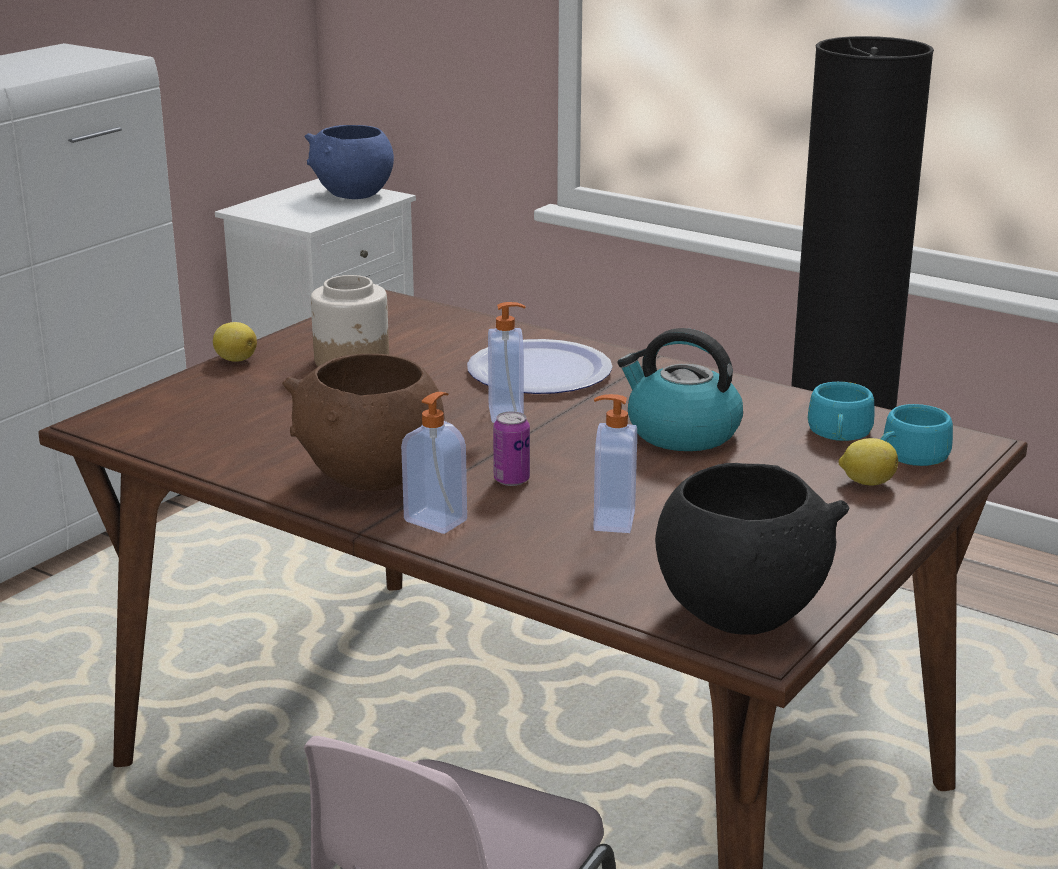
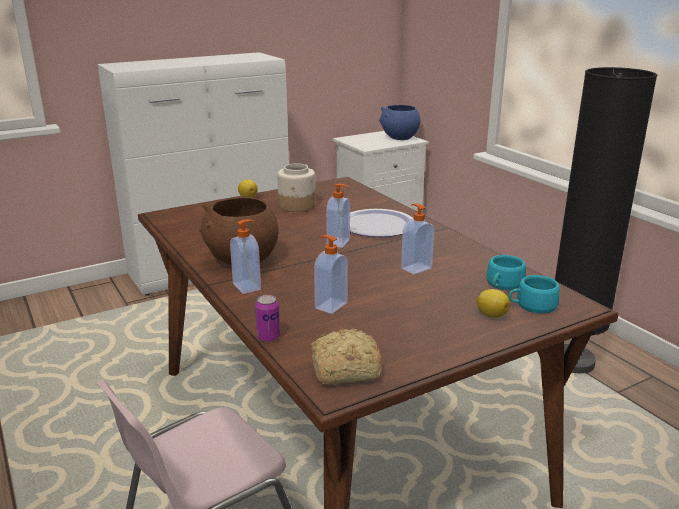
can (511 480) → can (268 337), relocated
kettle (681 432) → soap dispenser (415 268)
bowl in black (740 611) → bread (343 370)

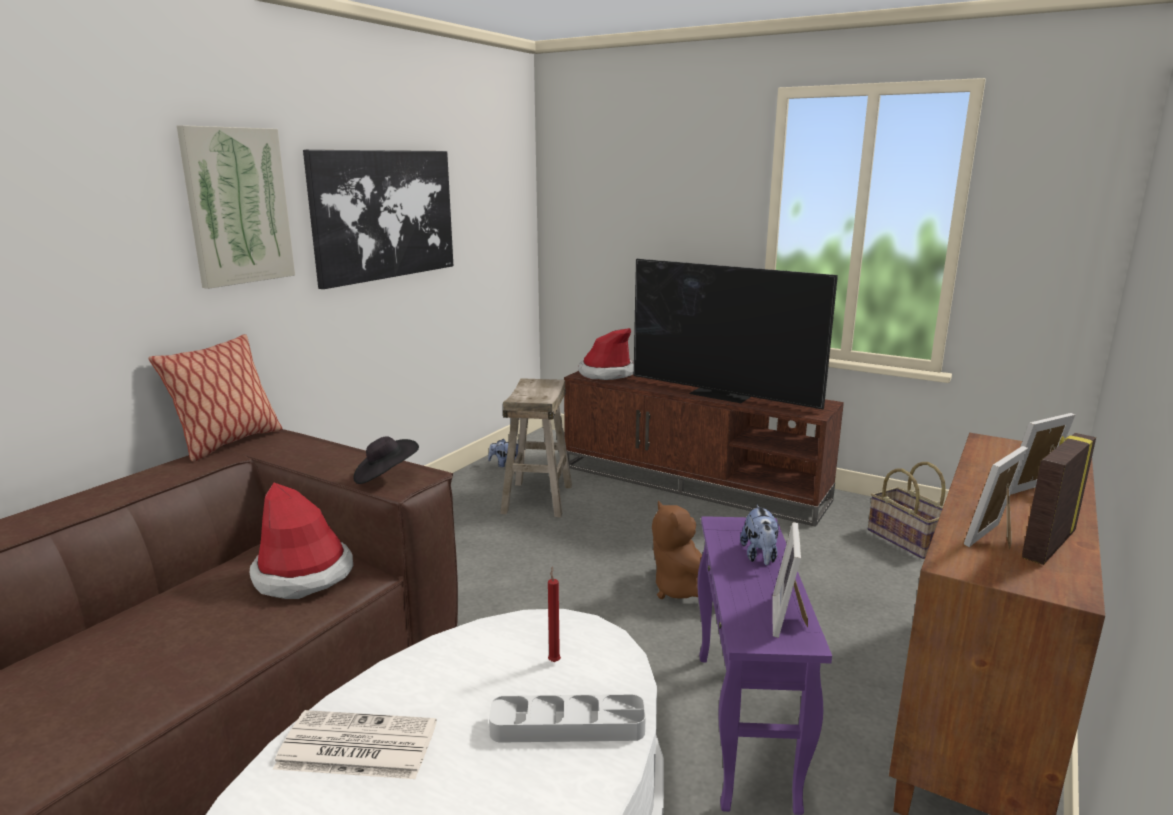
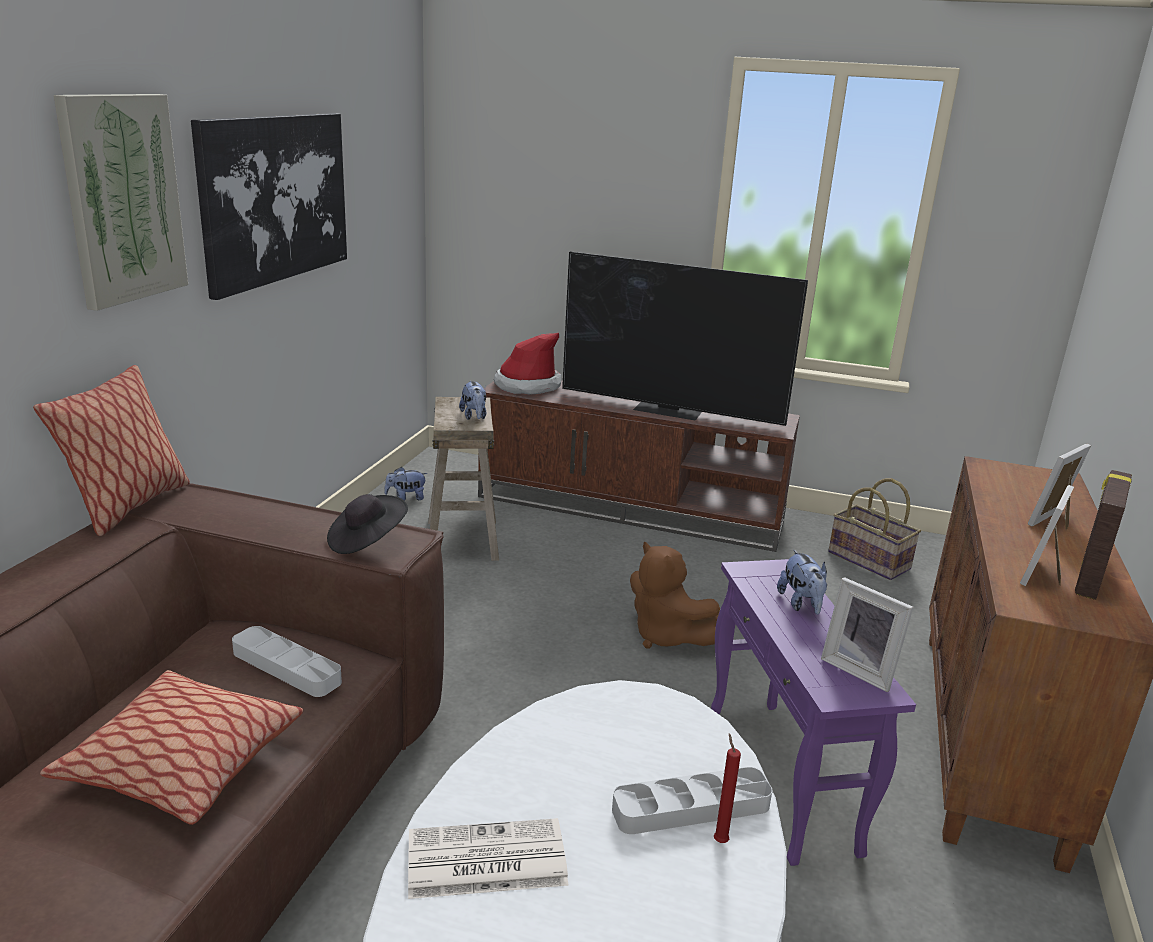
- → pillow (181 763)
- → plush toy (474 416)
candle in red (554 660) → candle in red (719 840), relocated
hat (303 574) → tray in grey (286 667)
picture frame (789 618) → picture frame (861 669), 45 degrees counterclockwise

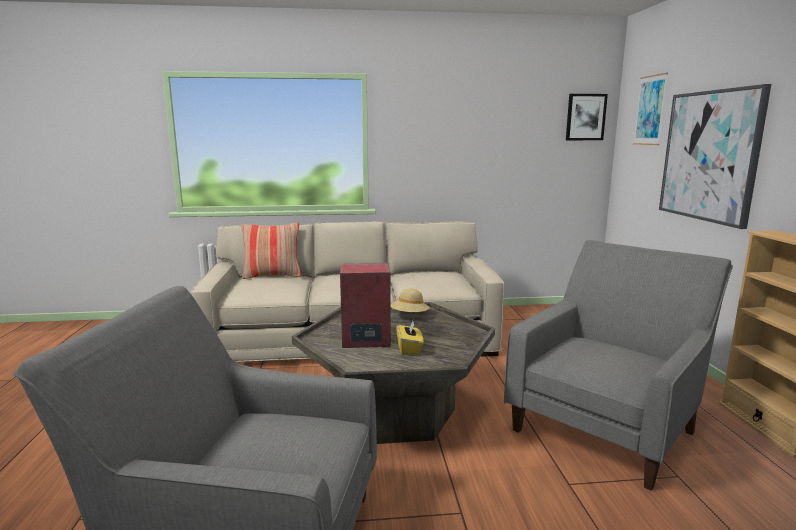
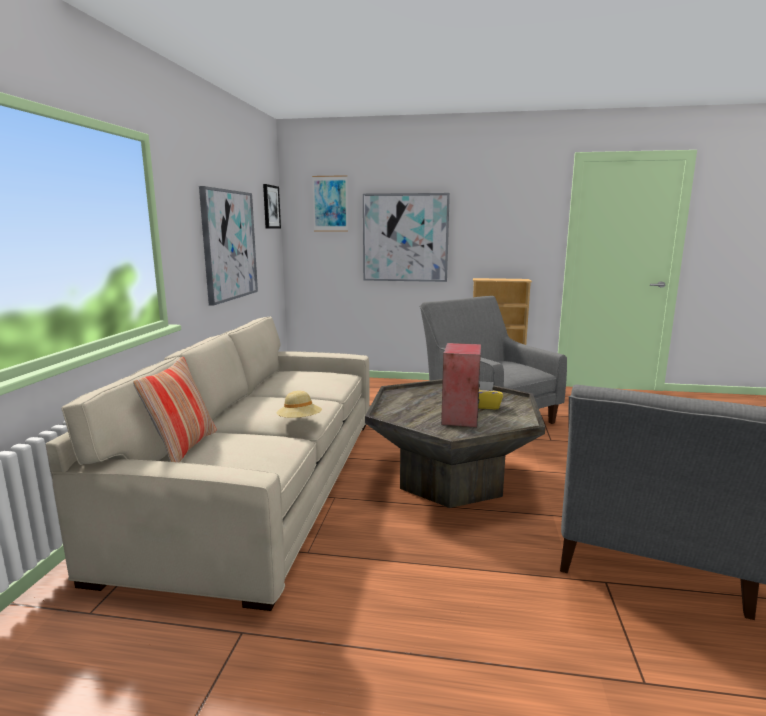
- → picture (229 245)
hat in beige (409 316) → hat in beige (300 421), relocated

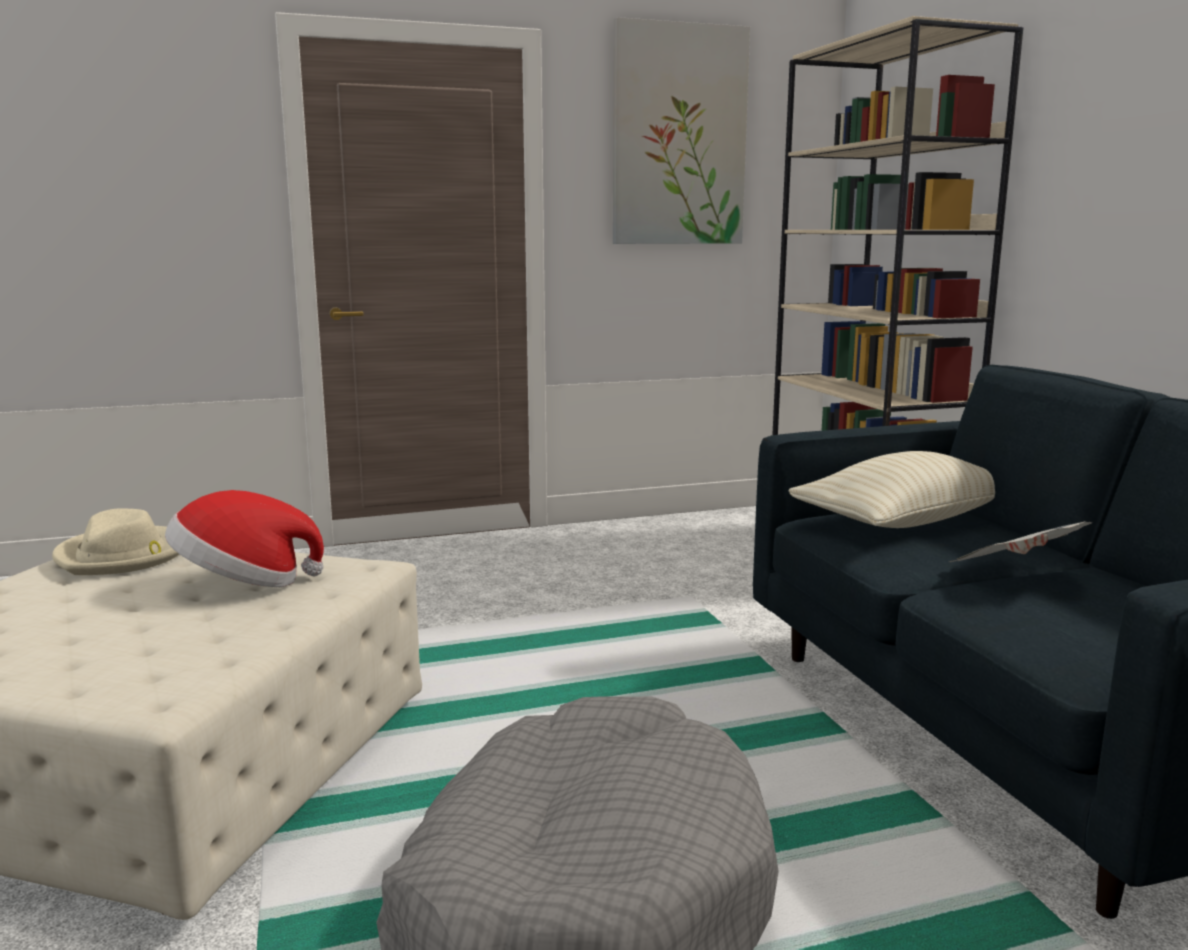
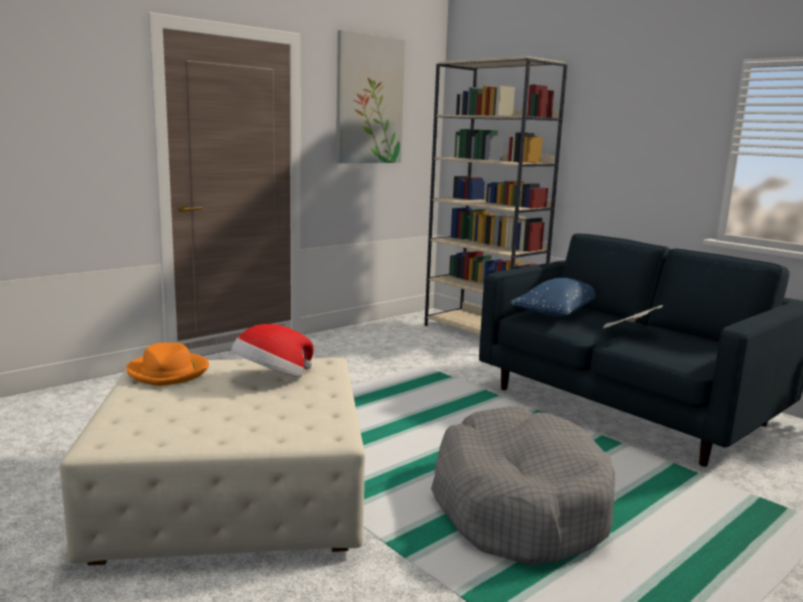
hat in beige (123 556) → hat in orange (169 372)
pillow in beige (907 522) → pillow in blue (558 313)

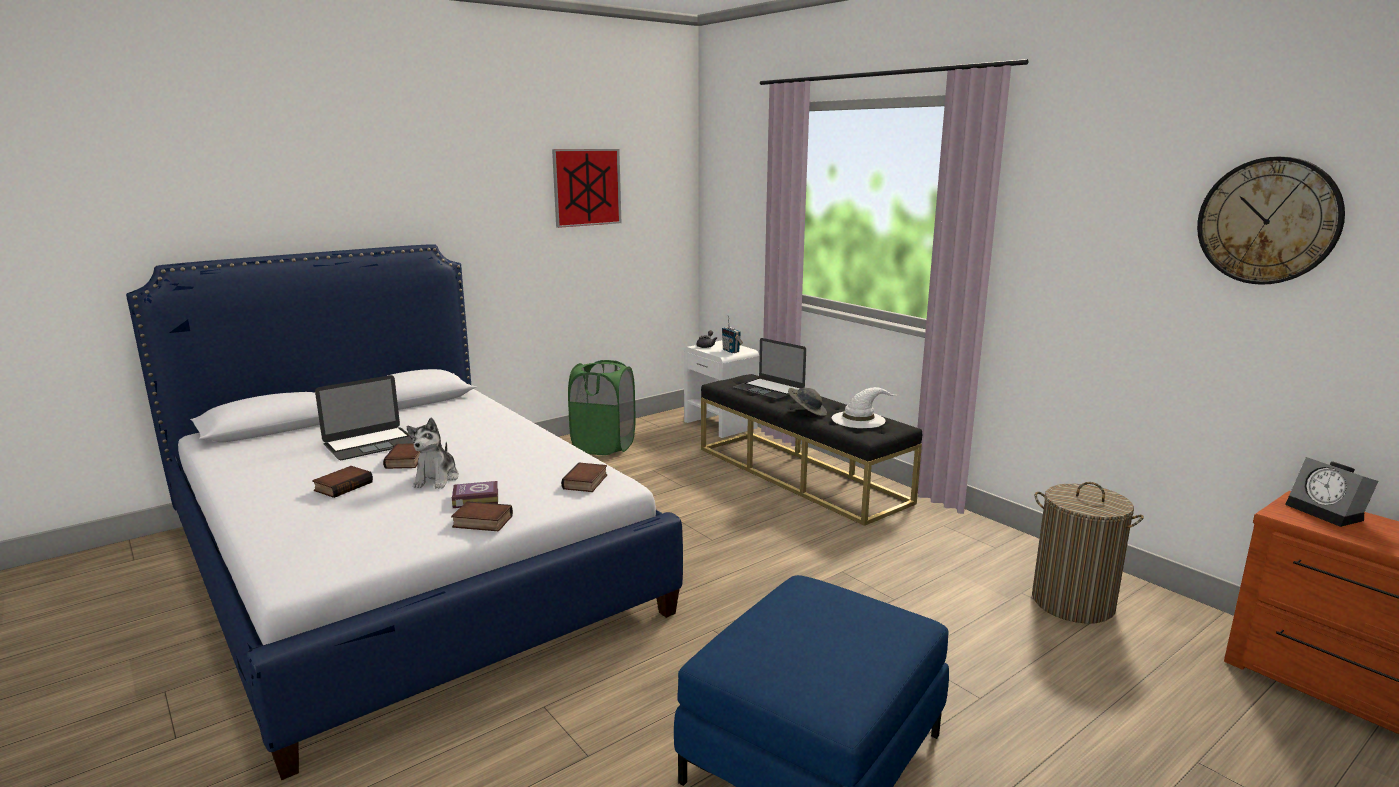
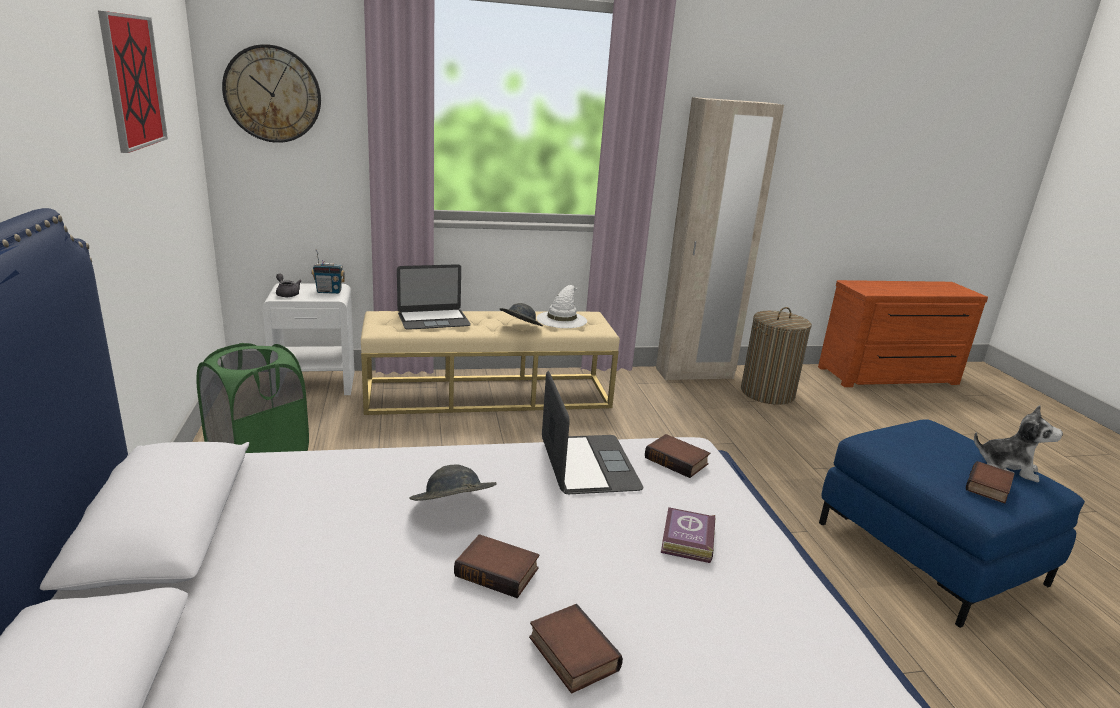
alarm clock (1328 513) → -
- → hat in grey (452 509)
- → wardrobe in beige (695 373)
laptop (370 444) → laptop (588 464), relocated
plush toy (436 479) → plush toy (1008 468), relocated
book (481 522) → book (990 487), relocated
wall clock (1268 221) → wall clock (272 94), relocated
bench in black (800 475) → bench in beige (489 394)

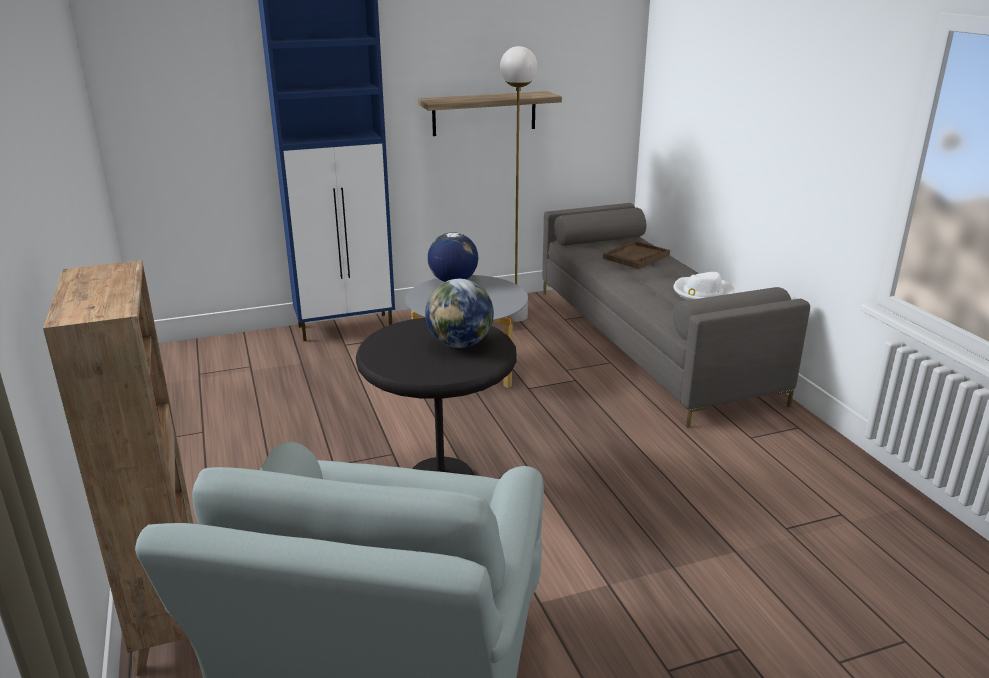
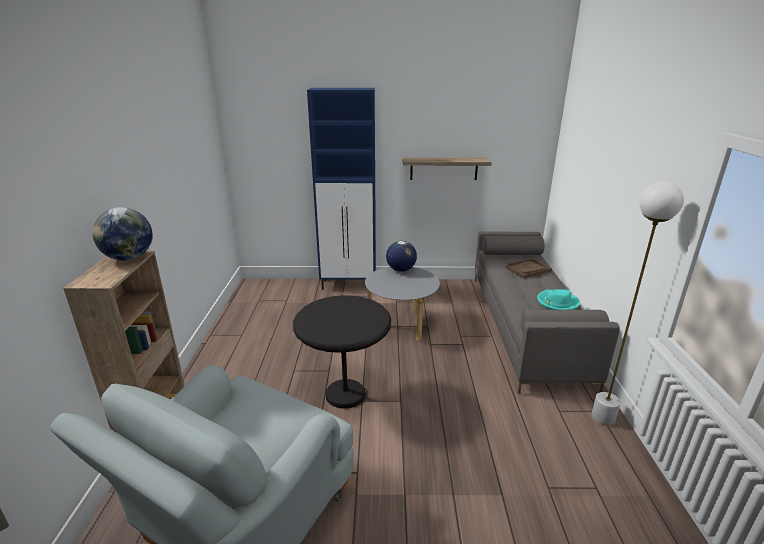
globe (460 344) → globe (129 258), relocated
floor lamp in white (515 317) → floor lamp in white (603 417), relocated
hat in white (702 292) → hat in turquoise (557 302)

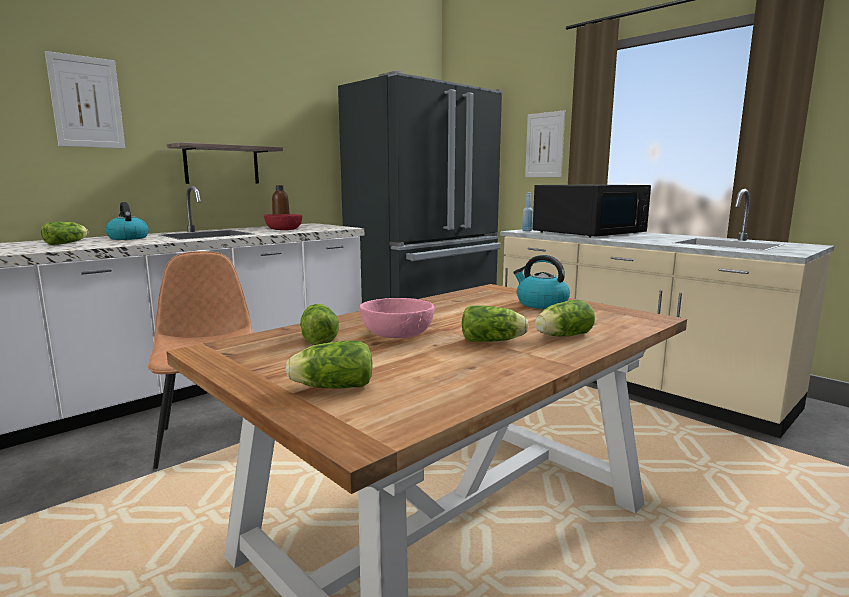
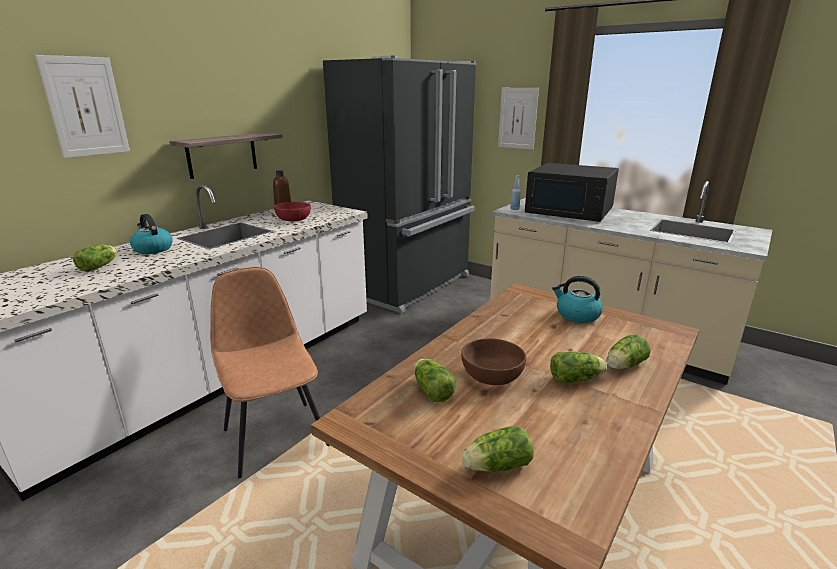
bowl in pink (397 333) → bowl in brown (491 375)
microwave in black (589 232) → microwave in black (570 211), 75 degrees clockwise

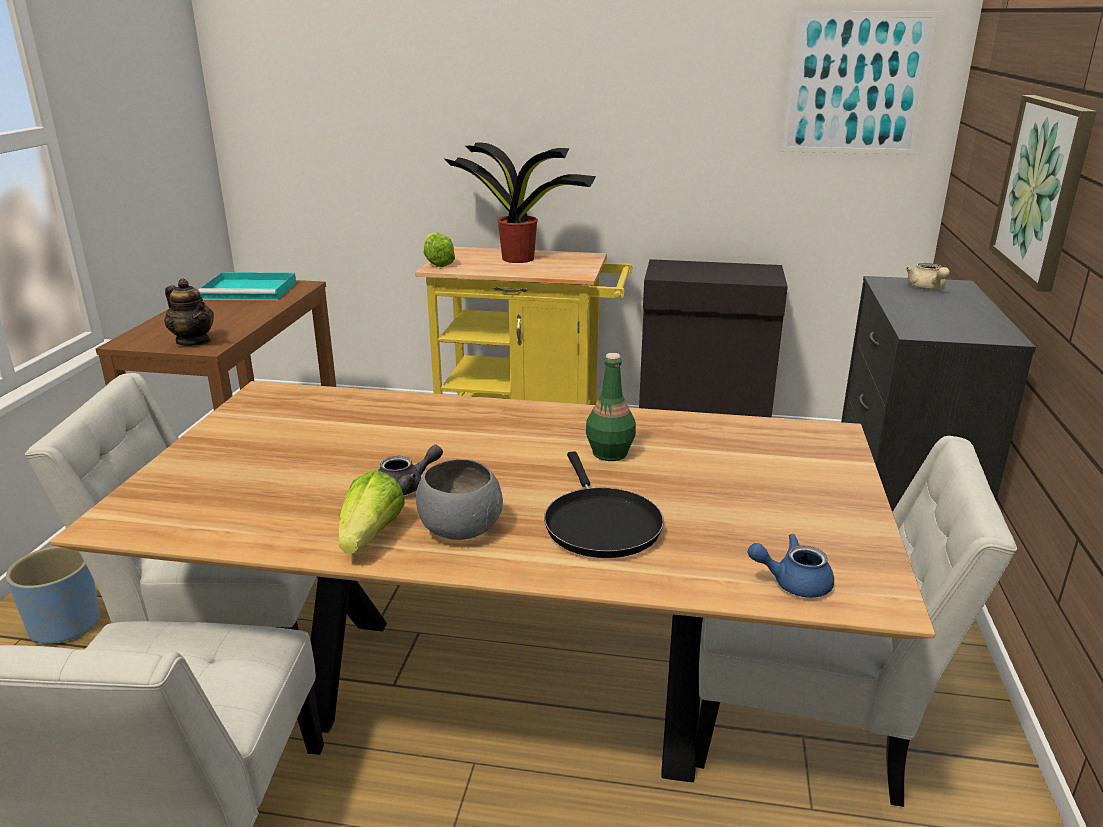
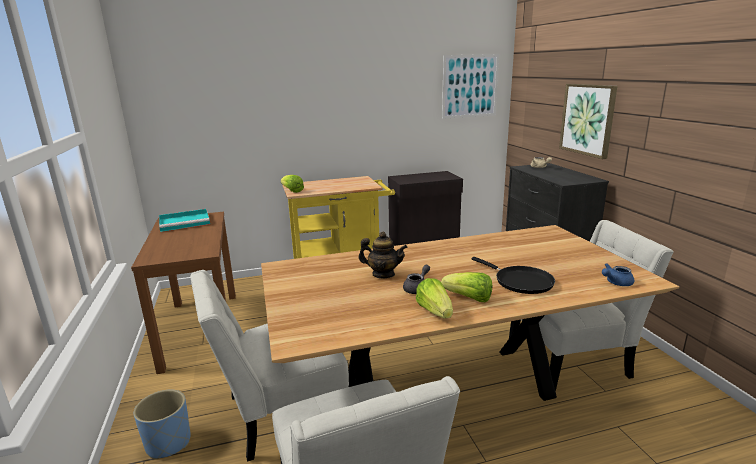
potted plant (520 259) → -
bottle in green (609 453) → -
teapot (194 341) → teapot (383 274), relocated
bowl in grey (460 529) → lettuce (469 298)

